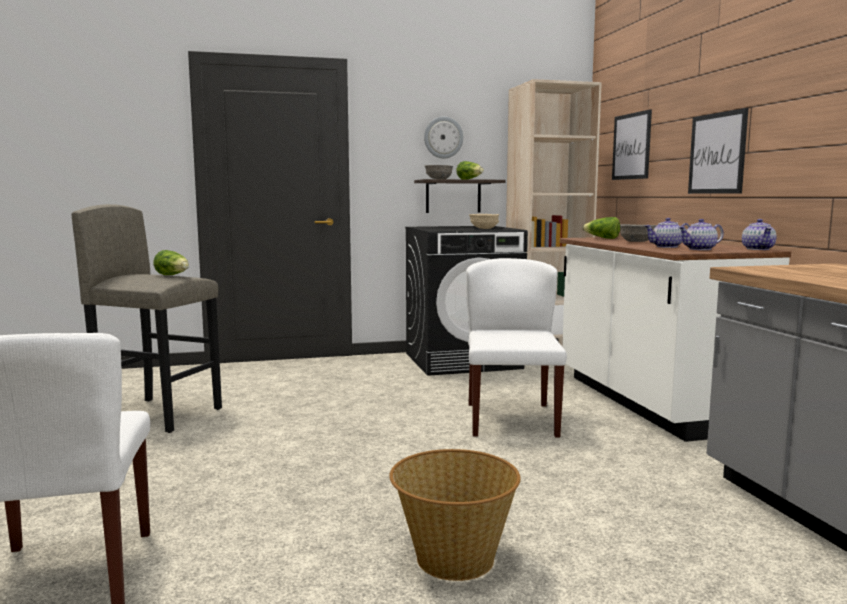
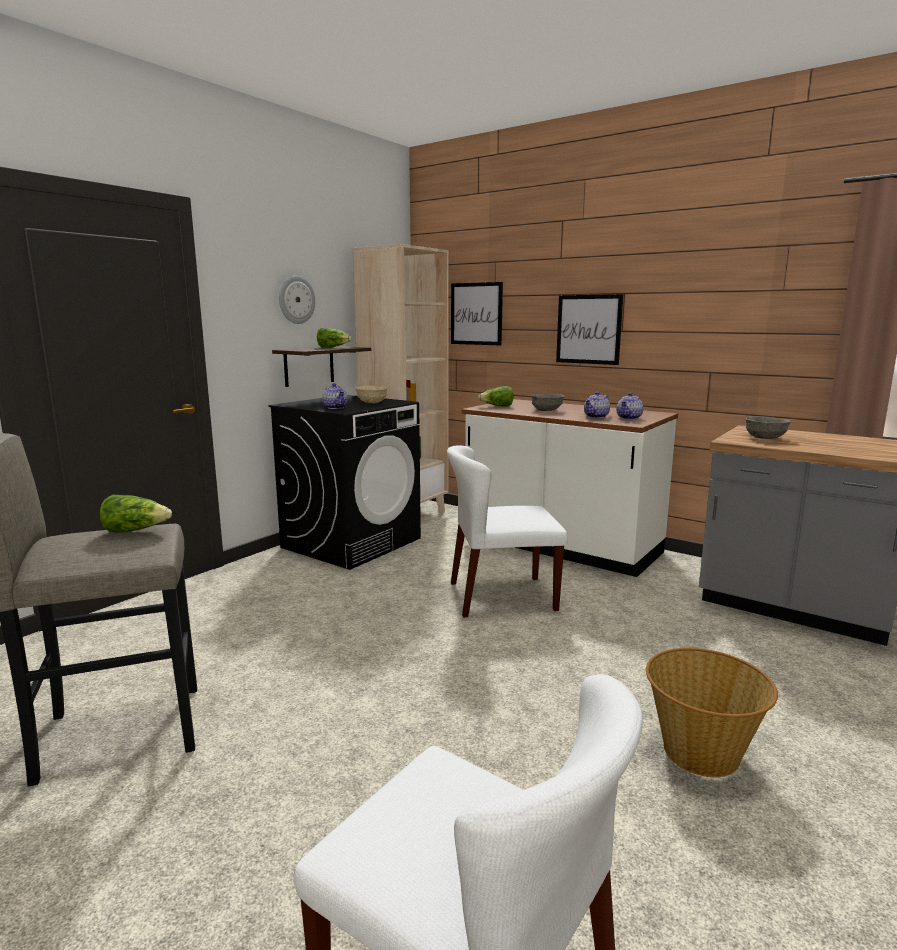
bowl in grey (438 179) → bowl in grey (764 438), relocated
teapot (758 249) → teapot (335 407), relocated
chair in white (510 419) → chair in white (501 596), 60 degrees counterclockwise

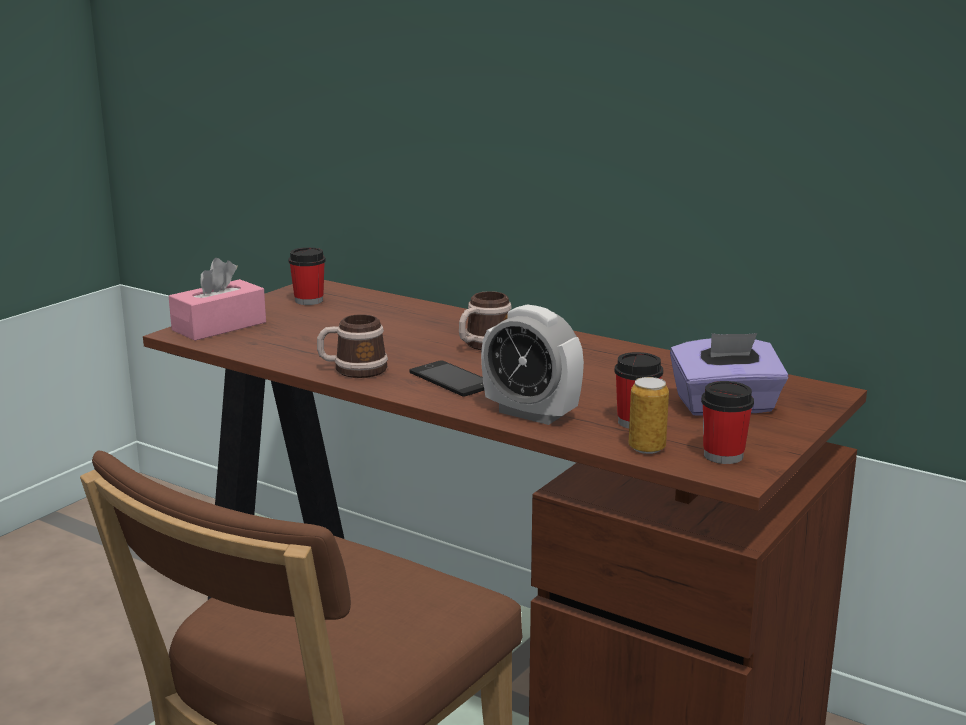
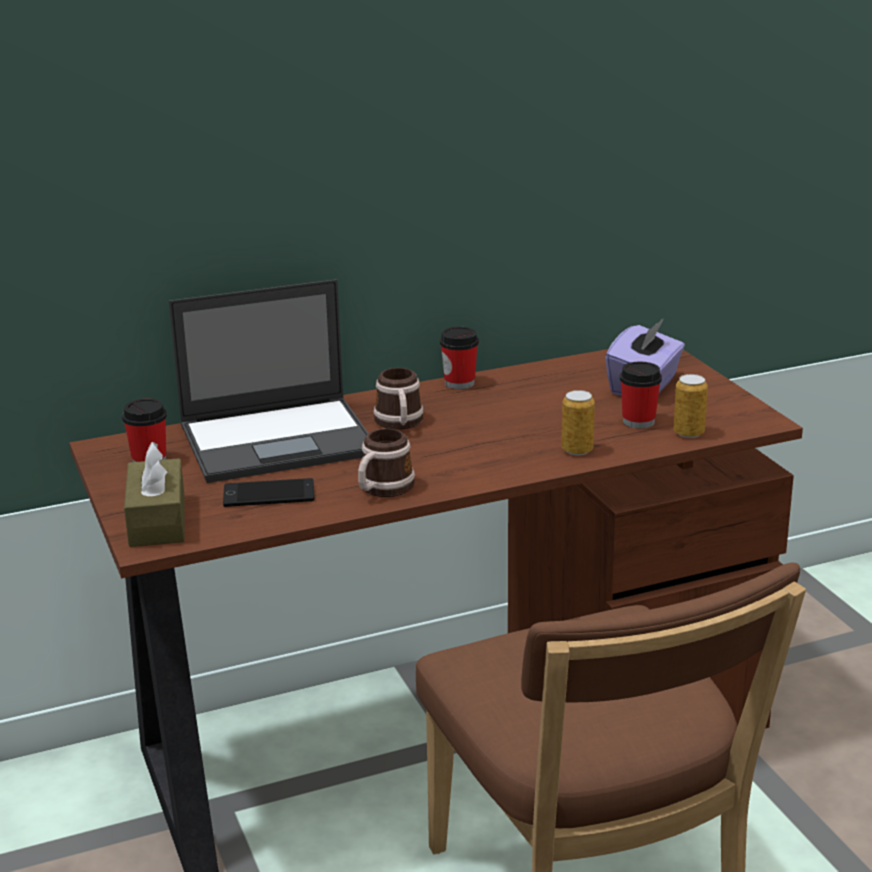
- → laptop (280 440)
phone (451 380) → phone (269 494), relocated
cup (723 455) → cup (459 383), relocated
alarm clock (531 413) → can (577 450)
tissue box in pink (219 326) → tissue box in brown (157 521)

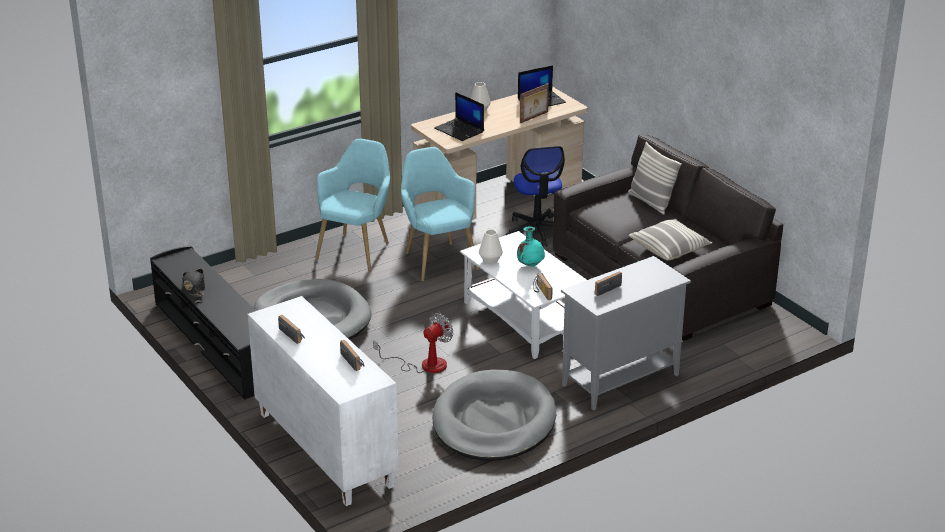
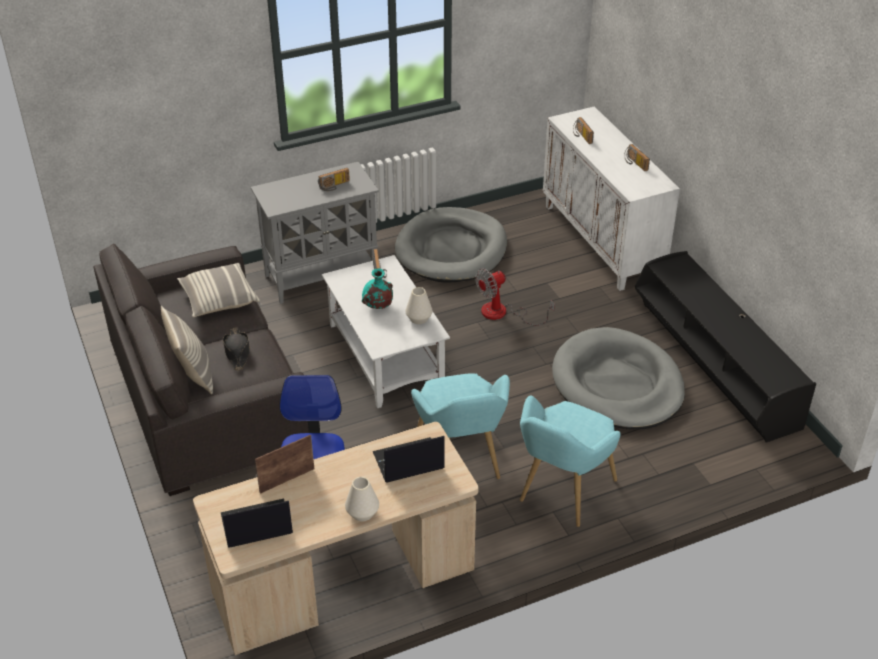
hat in black (194 287) → hat in black (237 352), relocated
laptop (460 130) → laptop (408 462), 75 degrees counterclockwise

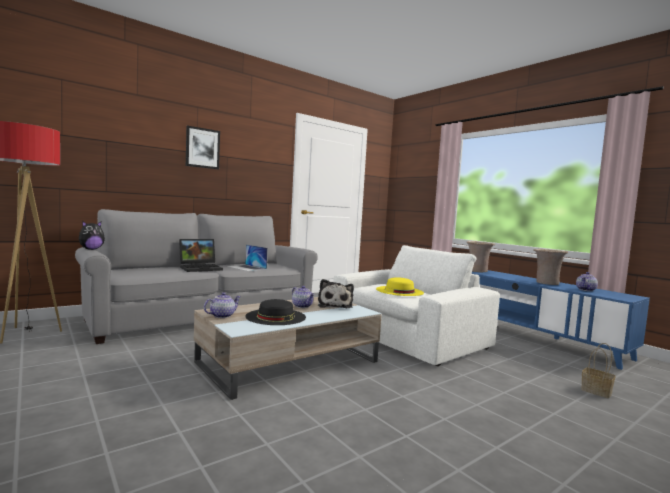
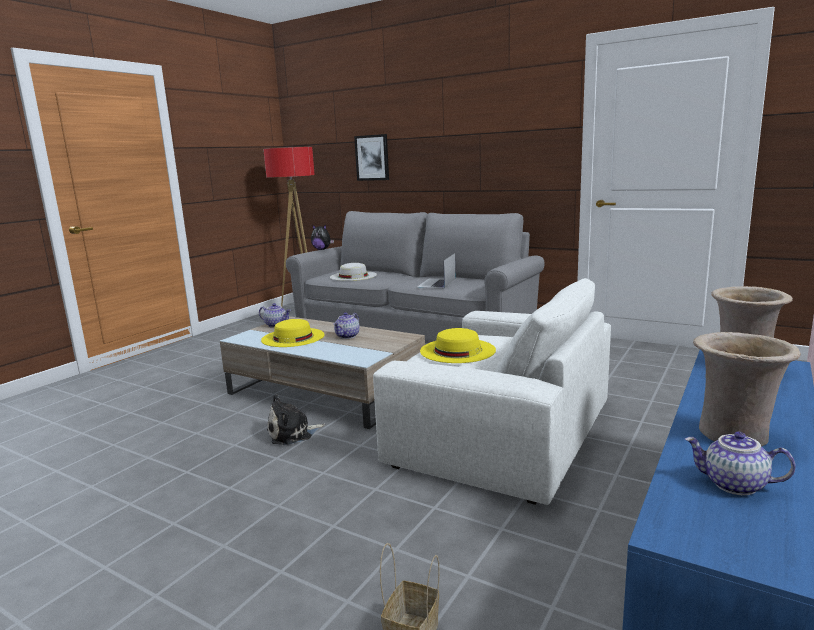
laptop (201 268) → -
- → hat in white (353 276)
picture (202 148) → picture (372 157), relocated
plush toy (335 305) → plush toy (292 433), relocated
hat in black (276 316) → hat in yellow (293 337)

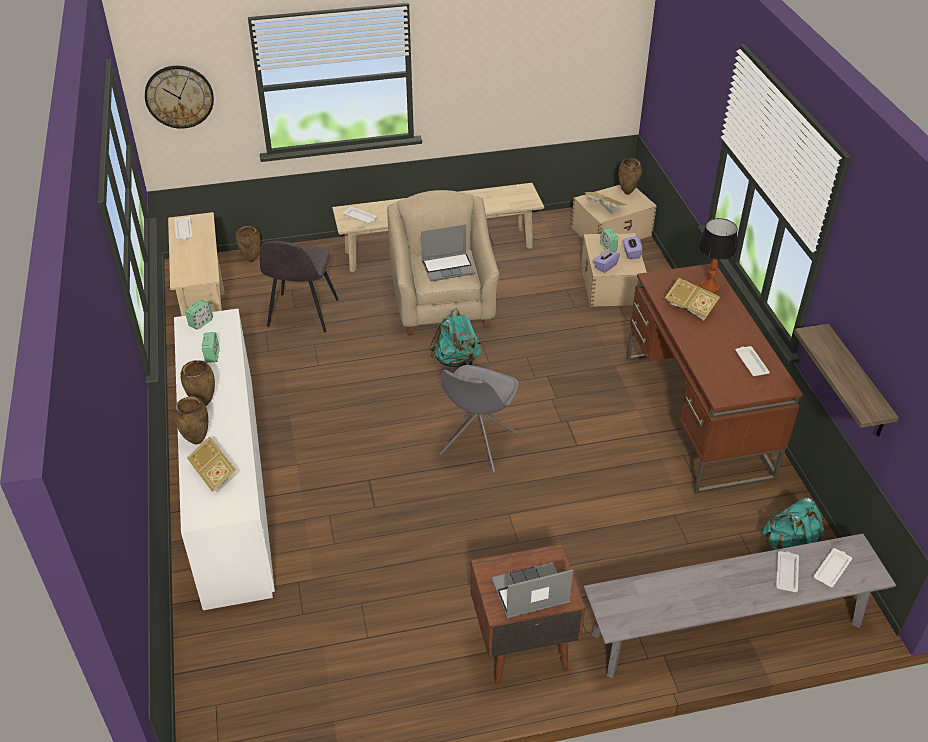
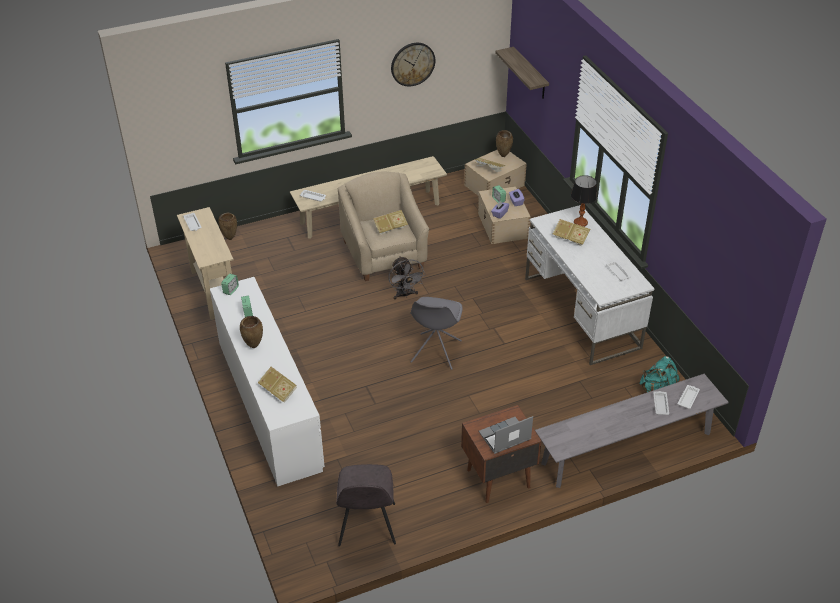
vase in brown (196 441) → -
wall clock (179 96) → wall clock (412 64), relocated
chair in grey (302 314) → chair in grey (367 526), relocated
shelf (856 383) → shelf (530 74), relocated
laptop (448 267) → book (390 228)
backpack in turquoise (456 360) → fan in grey (405 295)
desk in brown (697 416) → desk in white (582 313)

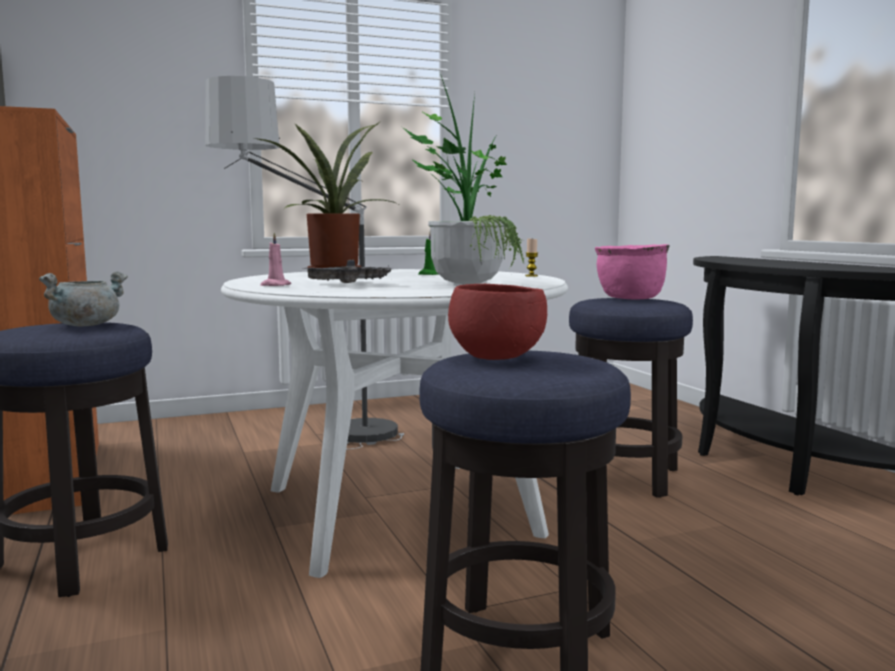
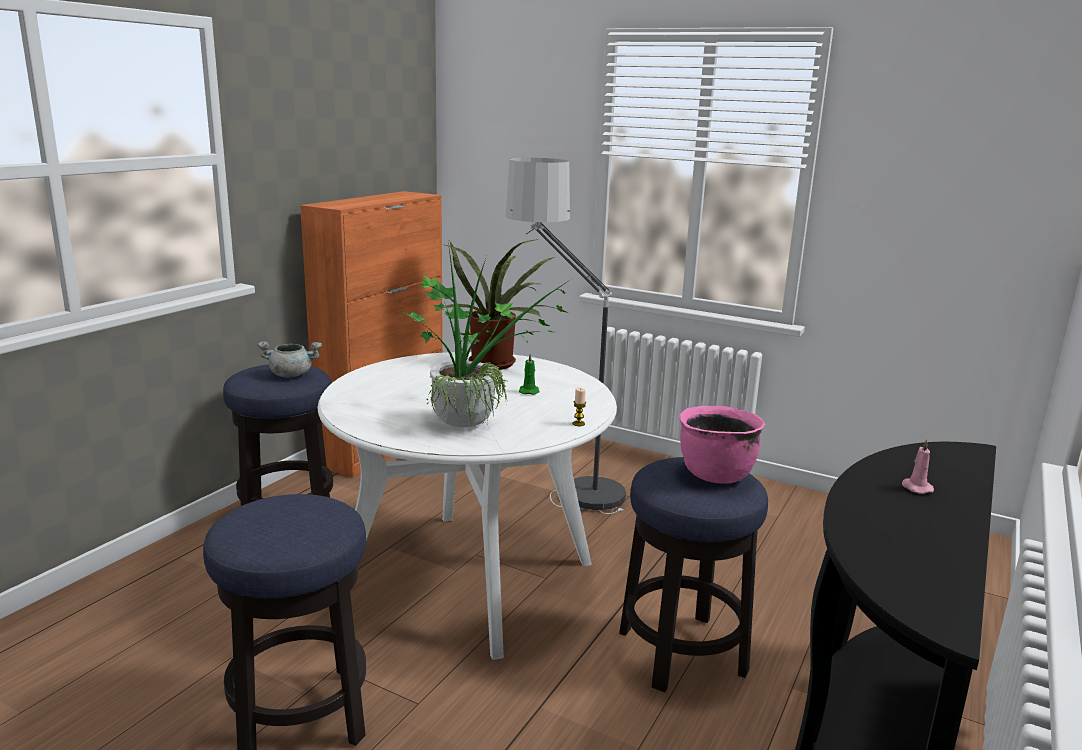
tray in grey (349 284) → -
bowl in red (498 358) → -
candle in pink (274 285) → candle in pink (915 487), relocated

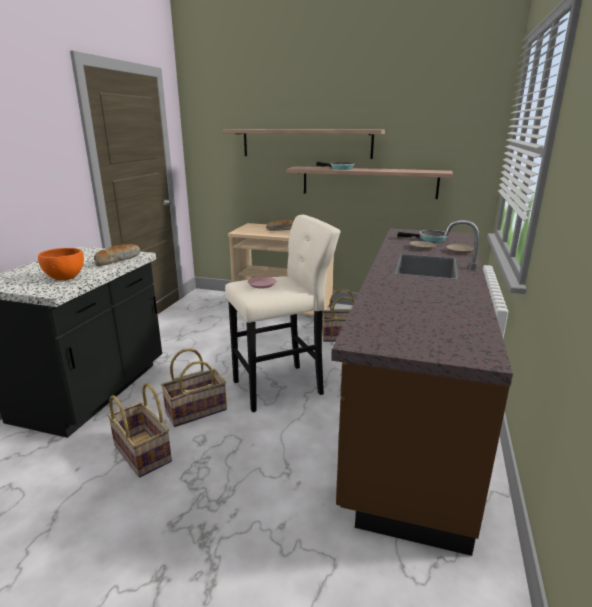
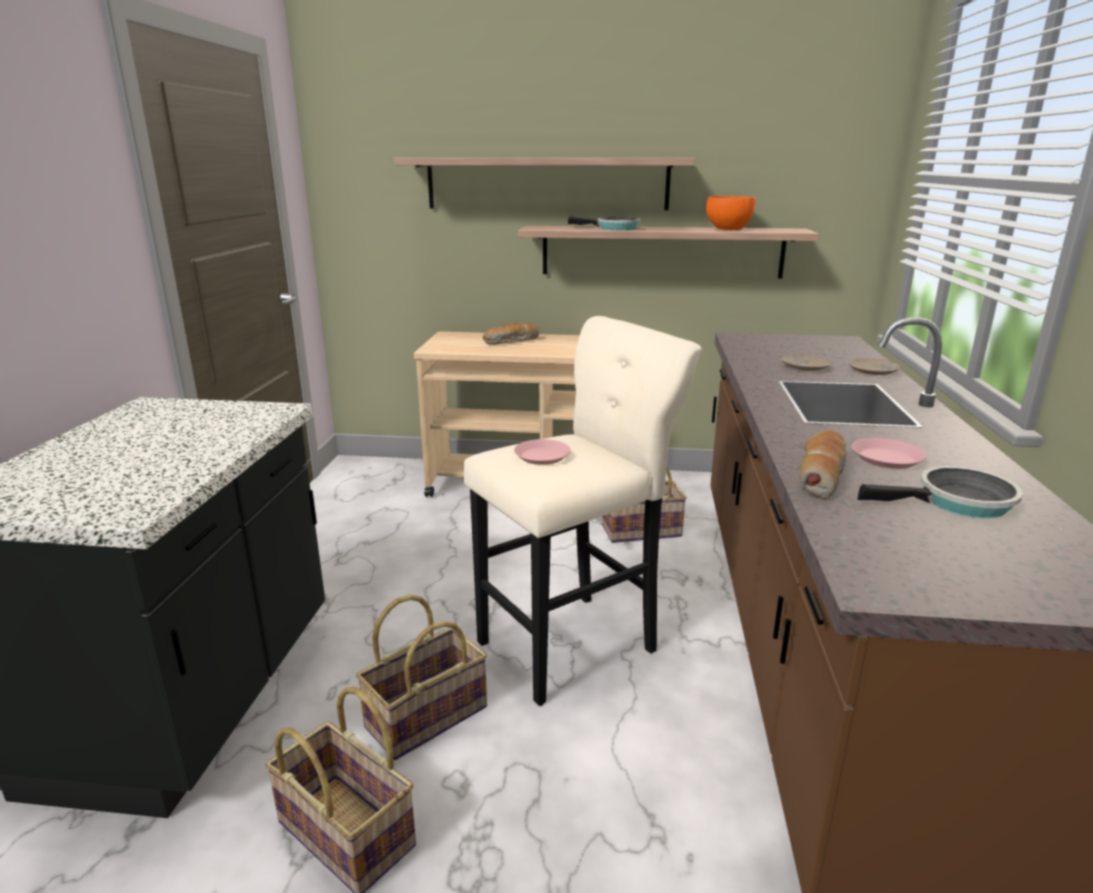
- → plate in pink (886 458)
bowl in orange (65 277) → bowl in orange (729 229), relocated
bread (118 260) → bread (820 474), relocated
frying pan (430 239) → frying pan (957 502), relocated

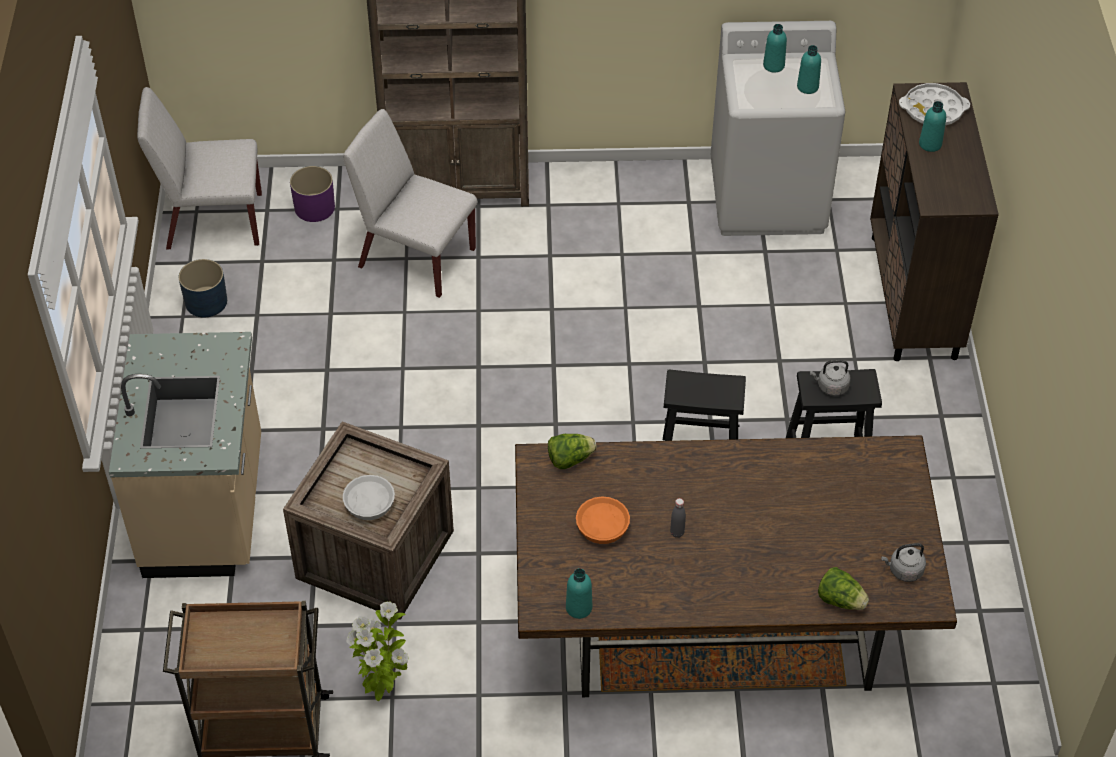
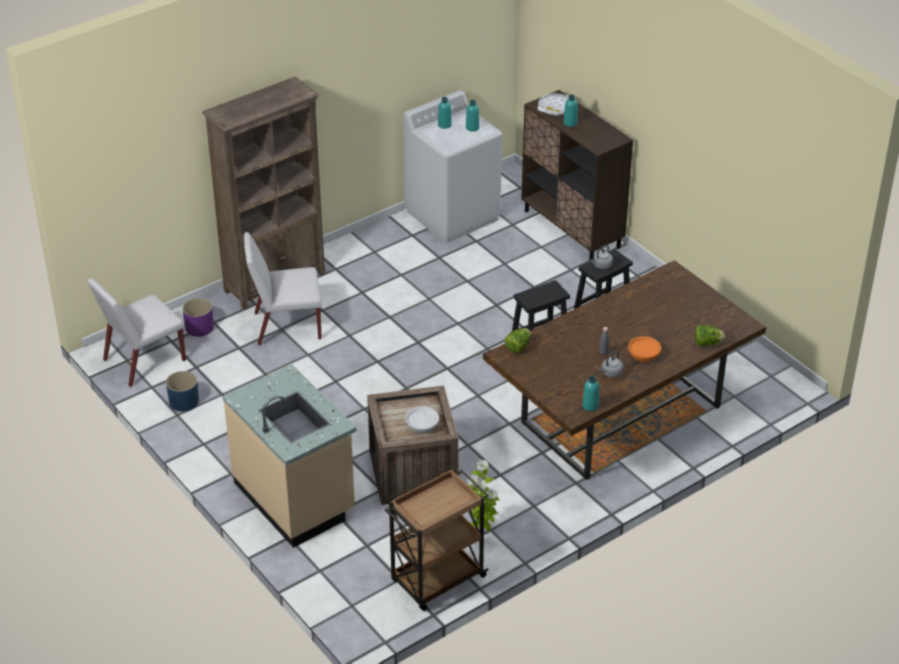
bowl in orange (602 529) → bowl in orange (644 355), relocated
kettle in grey (903 570) → kettle in grey (611 373), relocated

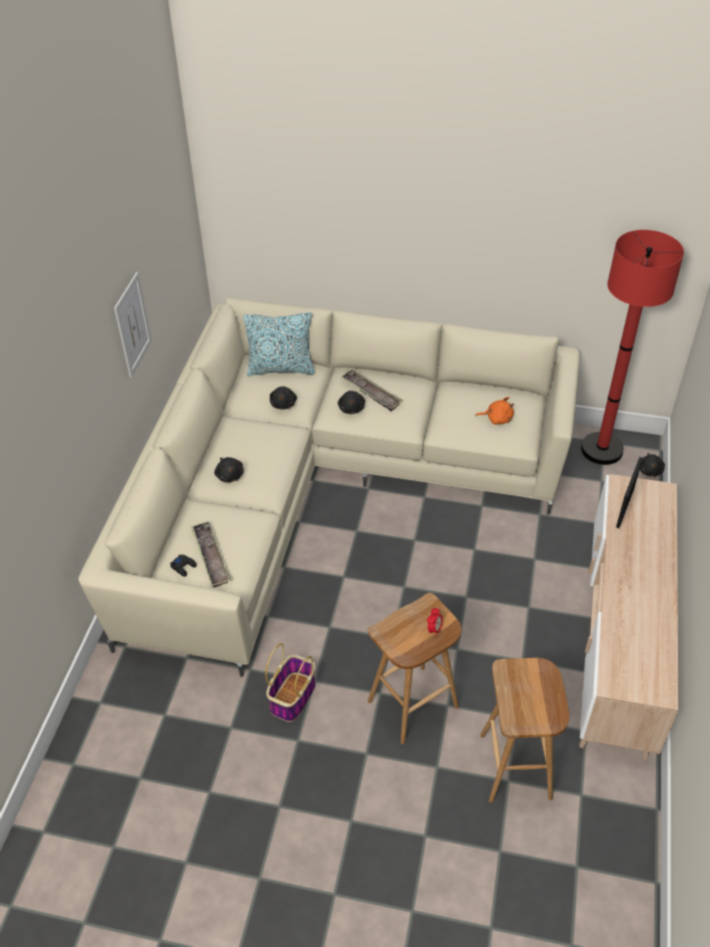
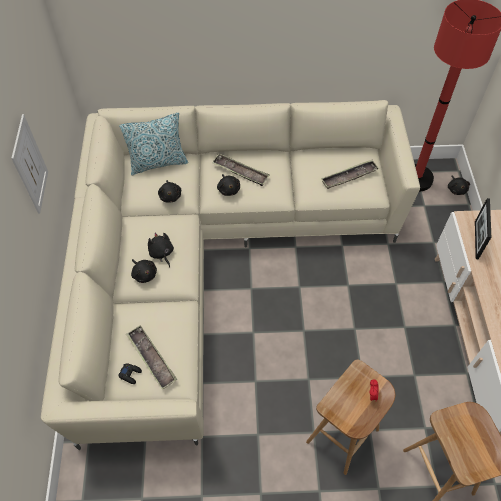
basket (293 696) → -
- → plush toy in black (161 253)
plush toy in orange (497 418) → tray (349 176)

